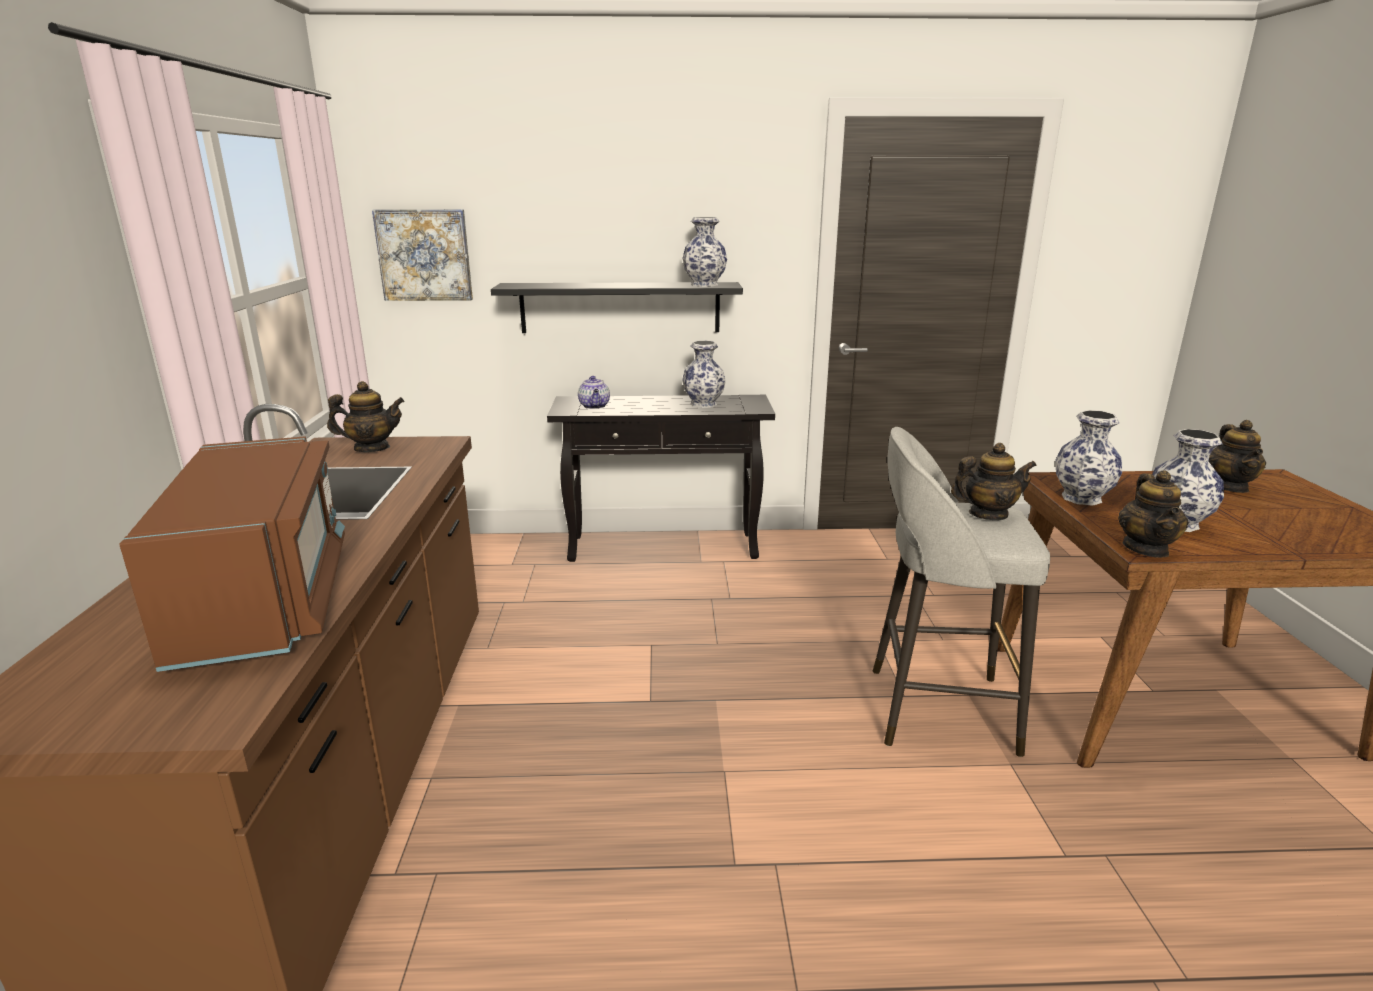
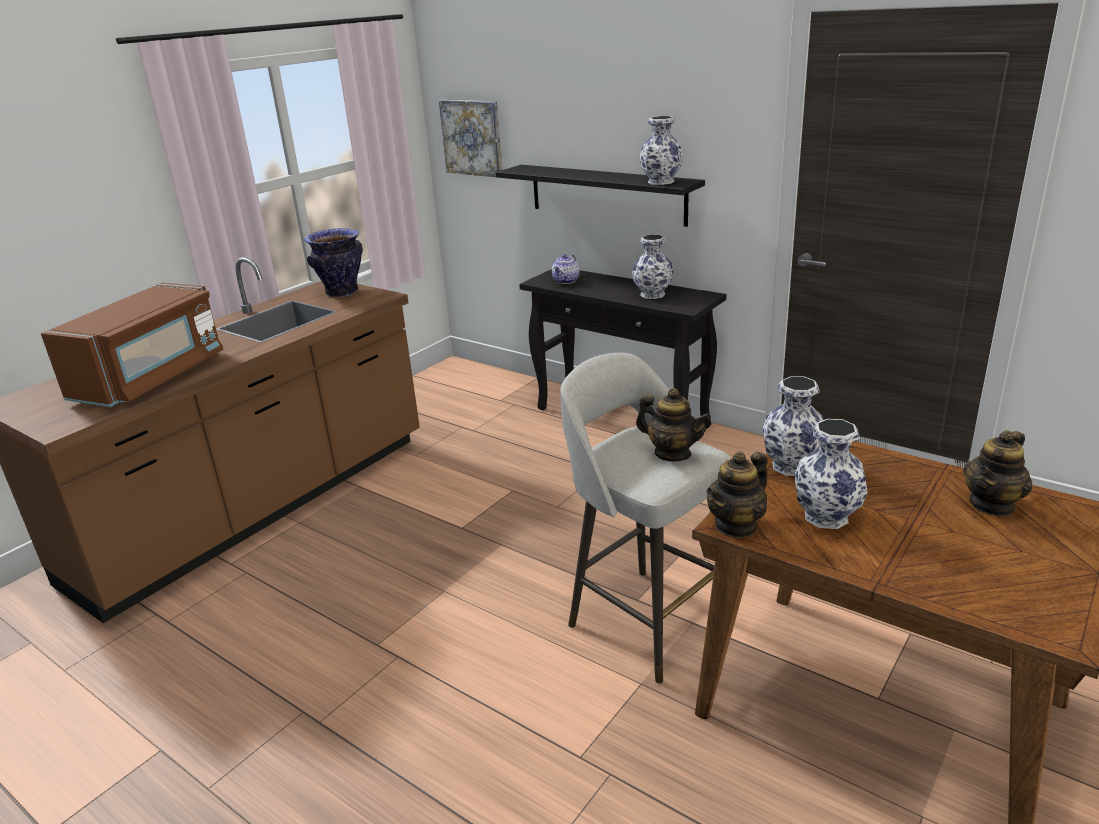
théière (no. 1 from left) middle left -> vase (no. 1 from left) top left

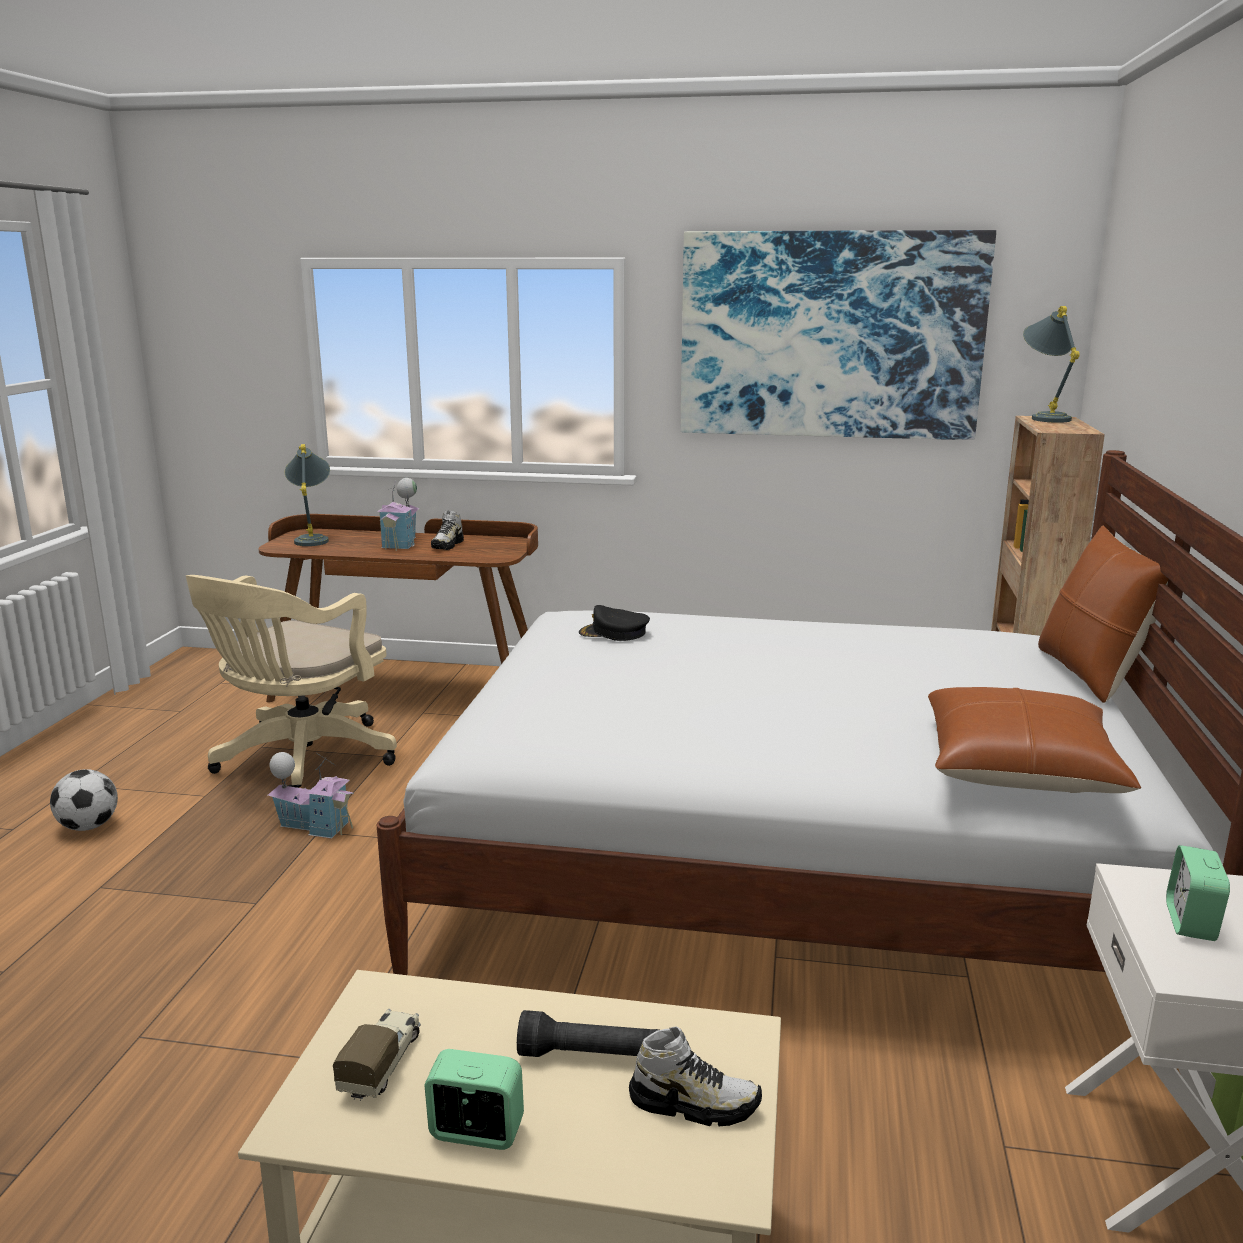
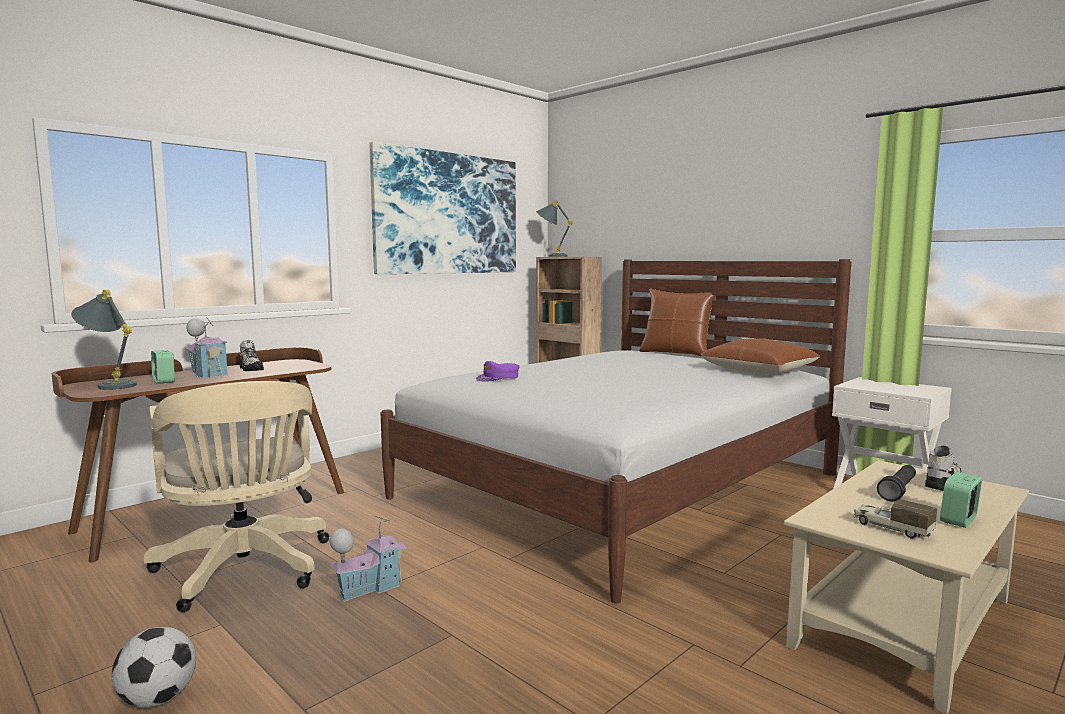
casquette/noir centre -> casquette/violet centre
réveil (no. 2 from left in the first image) bottom right -> réveil (no. 1 from left) middle left, relocated

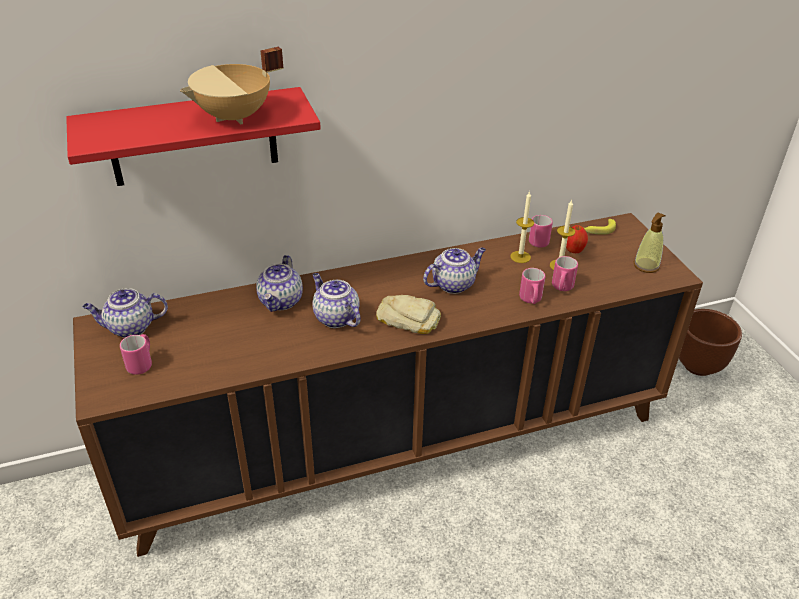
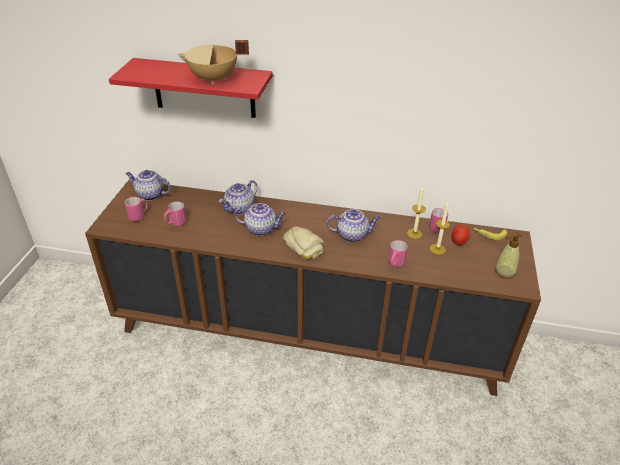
théière (no. 3 from left) centre, 105 degrees clockwise
mug/rose (no. 4 from left in the first image) middle right -> mug/rose (no. 2 from left) middle left, relocated
cache-pot/marron middle right -> none

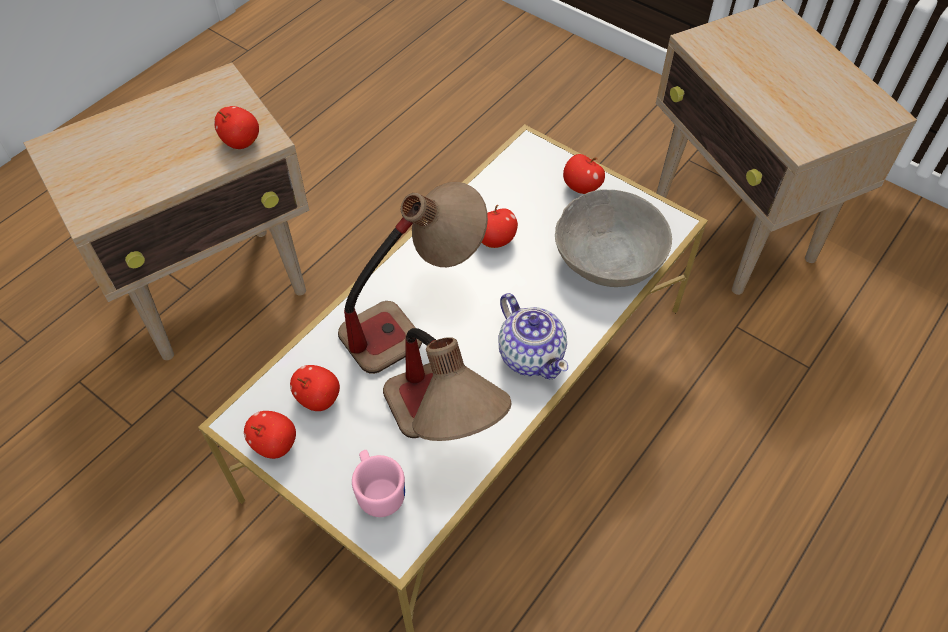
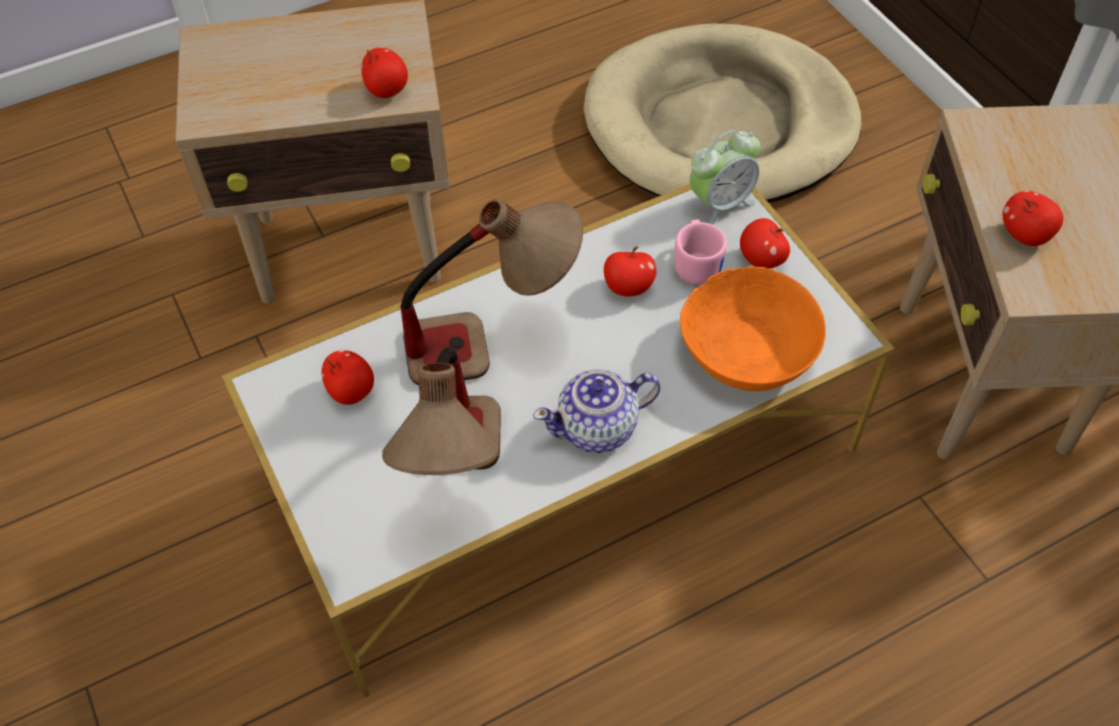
pomme (no. 2 from left in the first image) bottom left -> pomme (no. 5 from left) top right, relocated
mug/rose bottom centre -> mug/rose centre, relocated
théière centre, 75 degrees clockwise
bol/gris centre -> bol/orange middle right
none -> panier pour chien/beige top centre
none -> réveil top centre

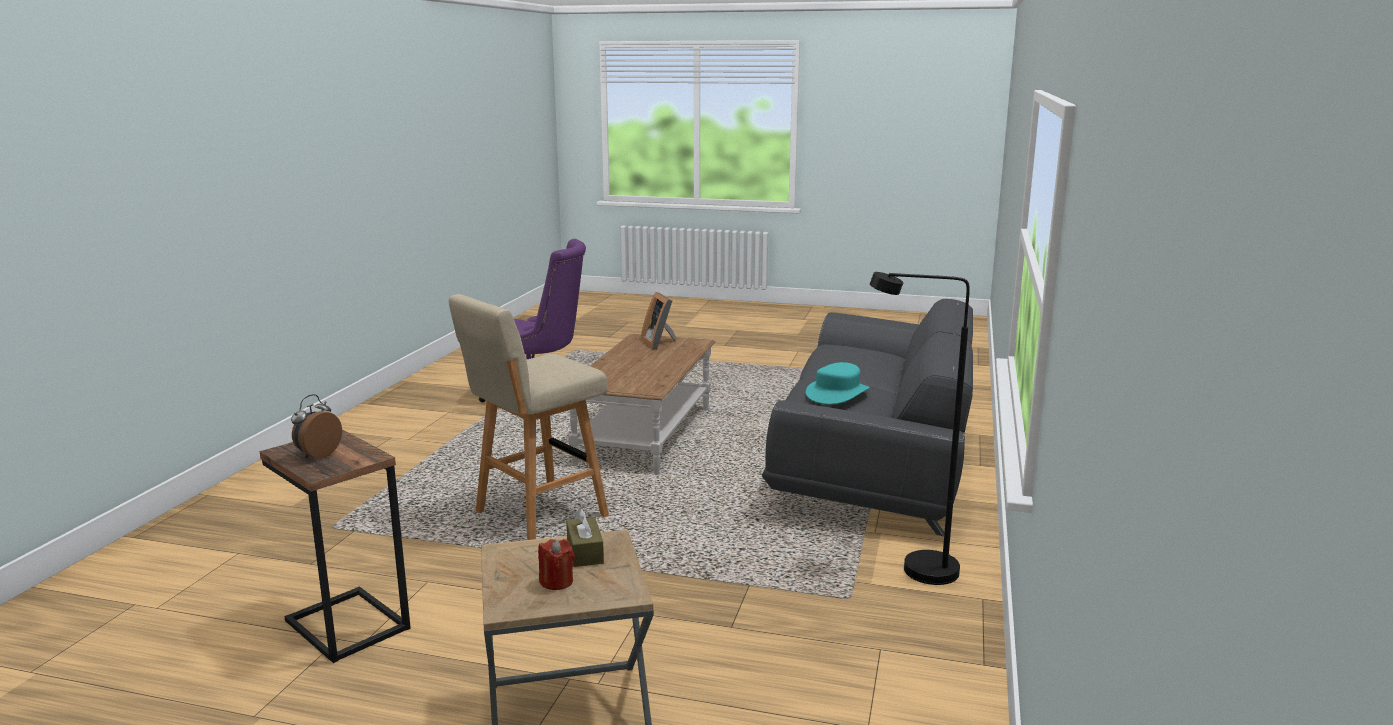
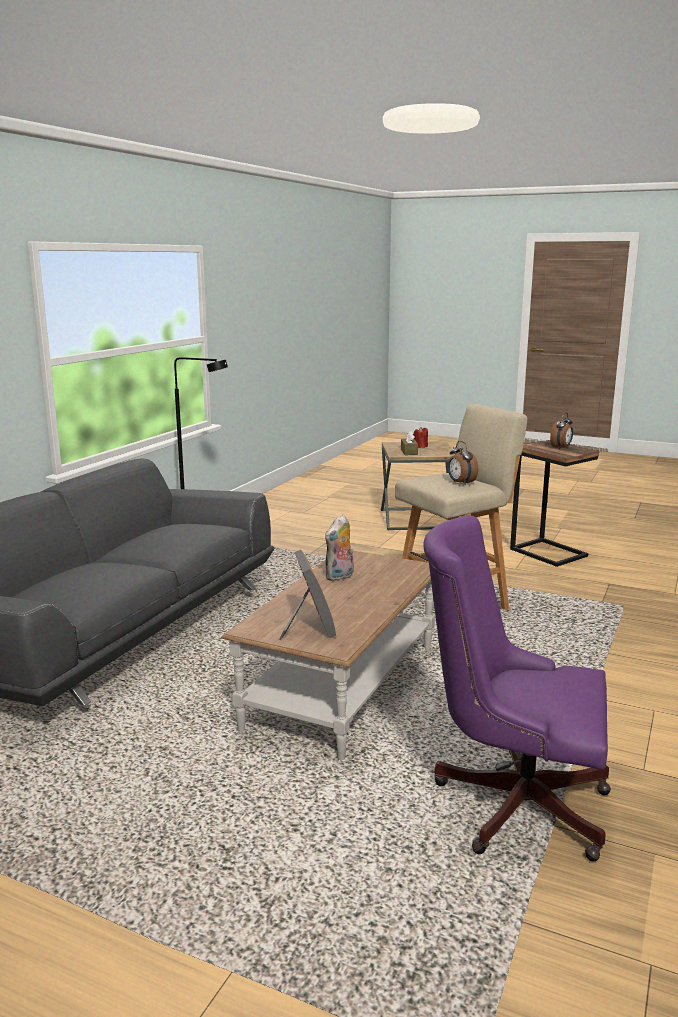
chapeau/turquoise centre -> none
none -> peluche centre
none -> réveil (no. 1 from left) middle right

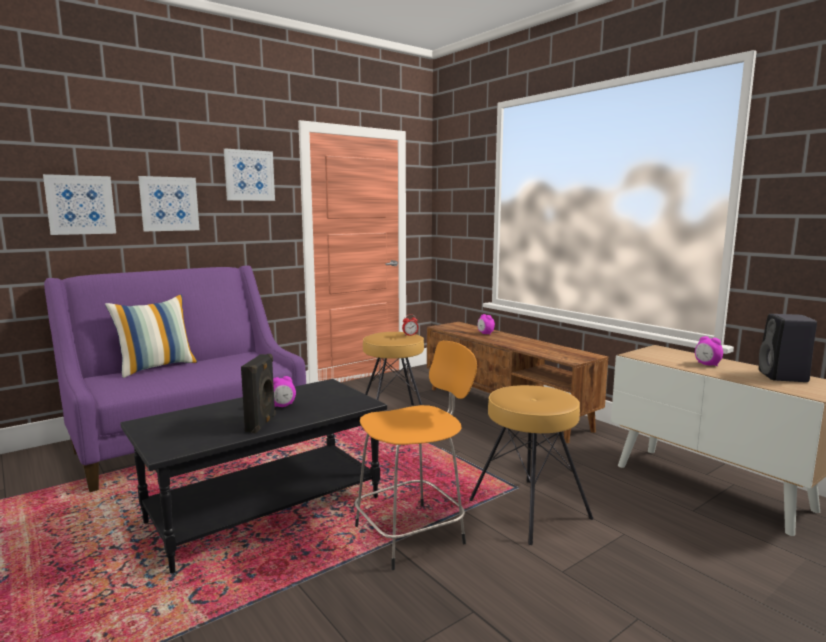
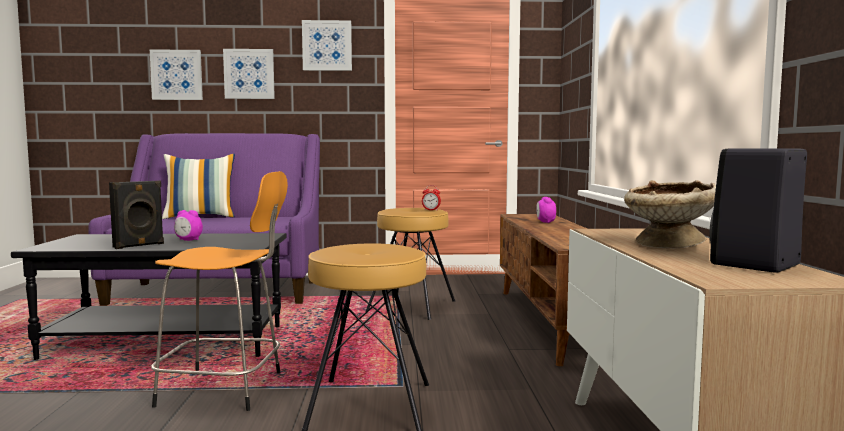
réveil (no. 4 from left) middle right -> bol/beige middle right

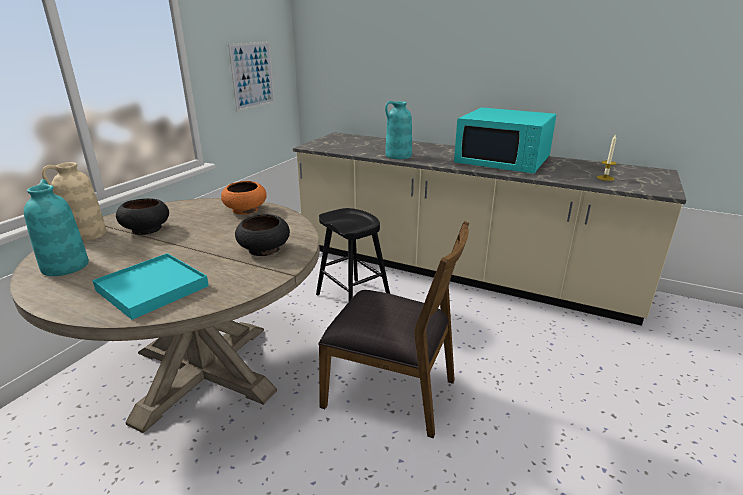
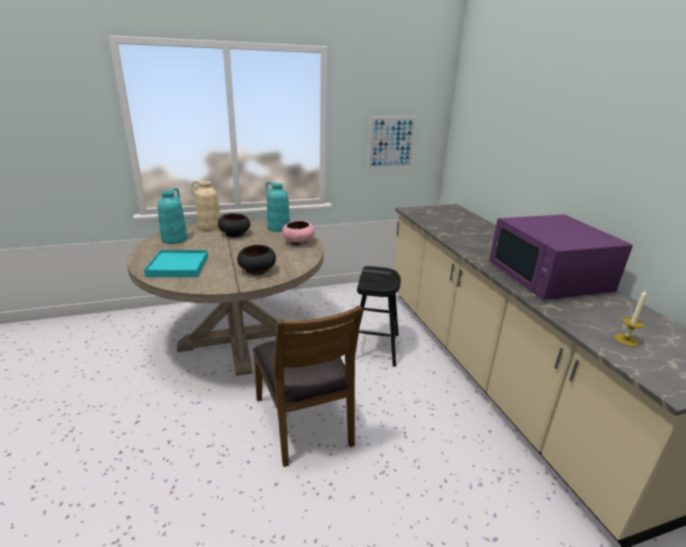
bol/orange middle left -> bol/rose centre
vase/turquoise (no. 2 from left) top centre -> vase/turquoise (no. 2 from left) centre, relocated
micro-ondes/turquoise top right -> micro-ondes/violet middle right

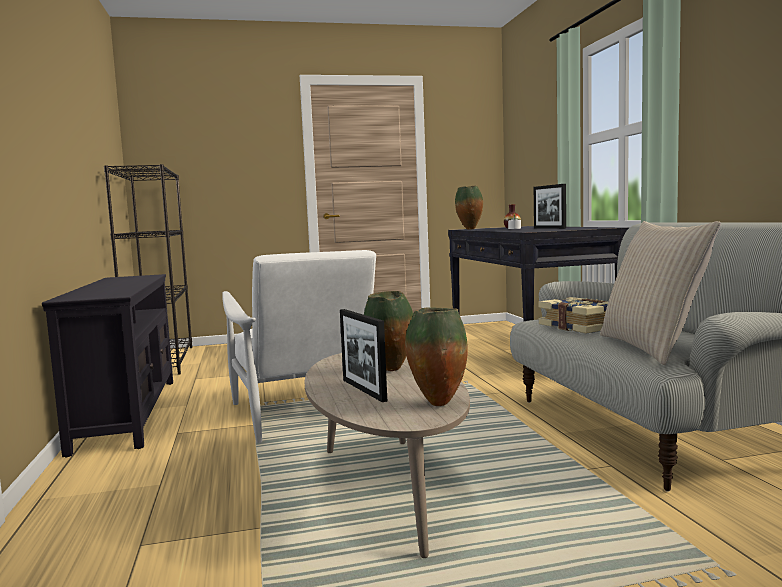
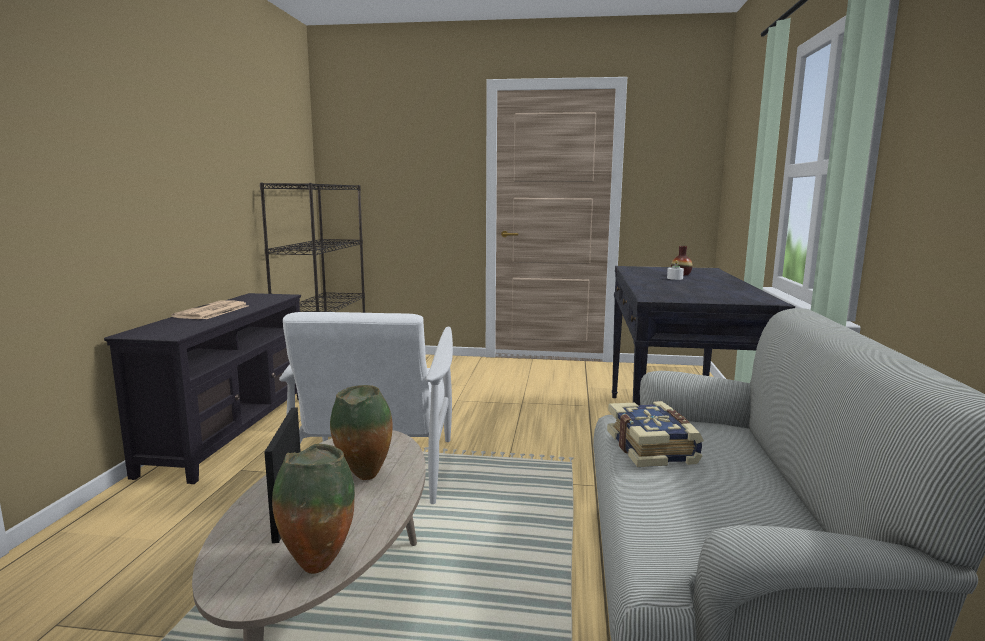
vase (no. 3 from left) centre -> none
cadre photo (no. 2 from left) middle right -> none
coussin/beige middle right -> none
none -> journal middle left

